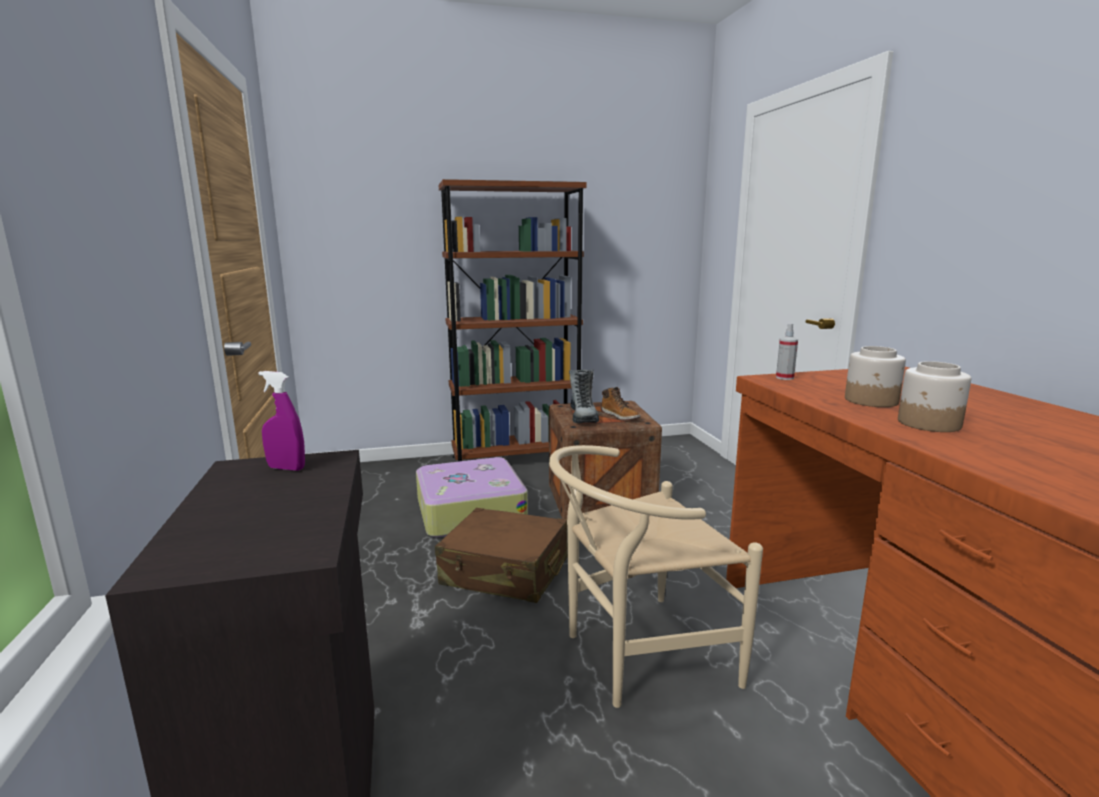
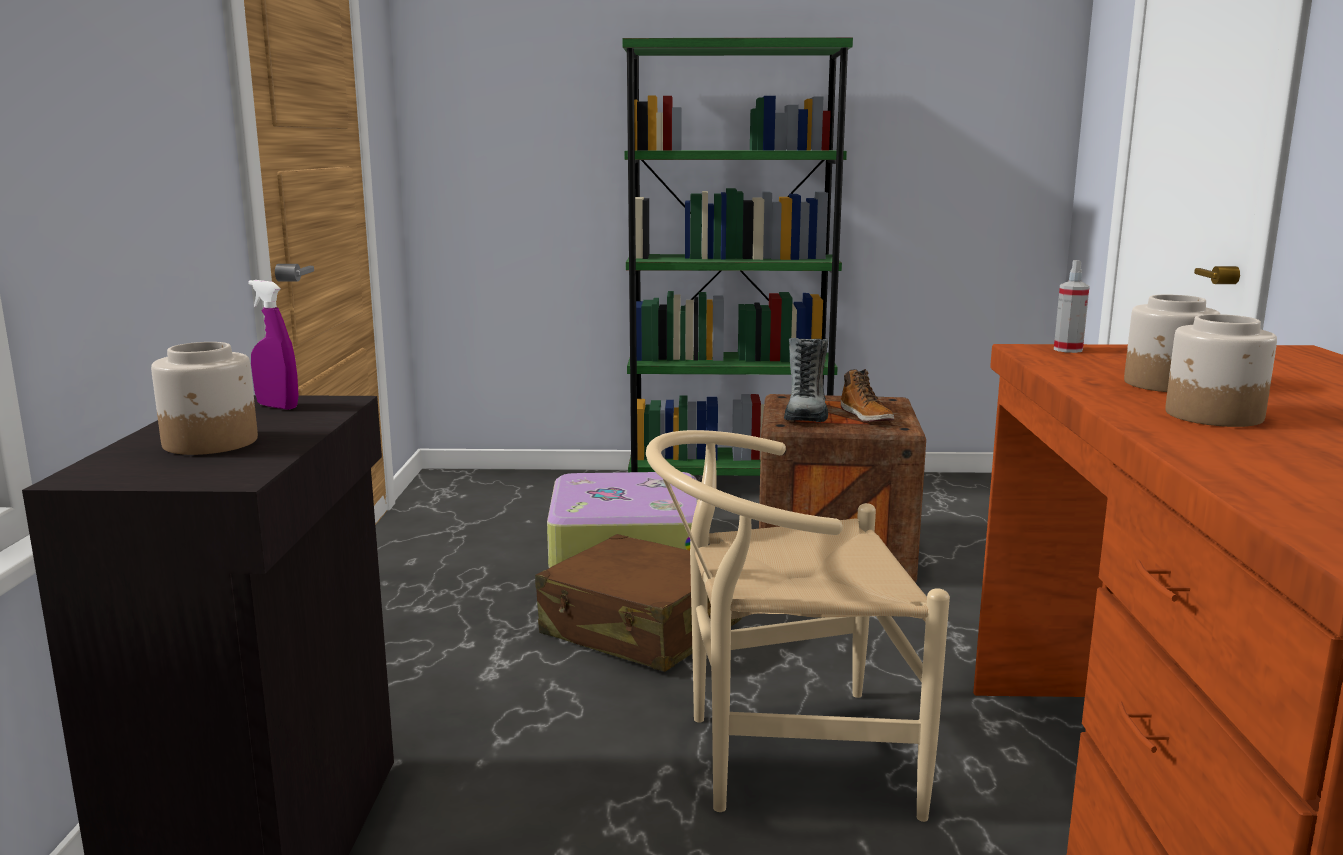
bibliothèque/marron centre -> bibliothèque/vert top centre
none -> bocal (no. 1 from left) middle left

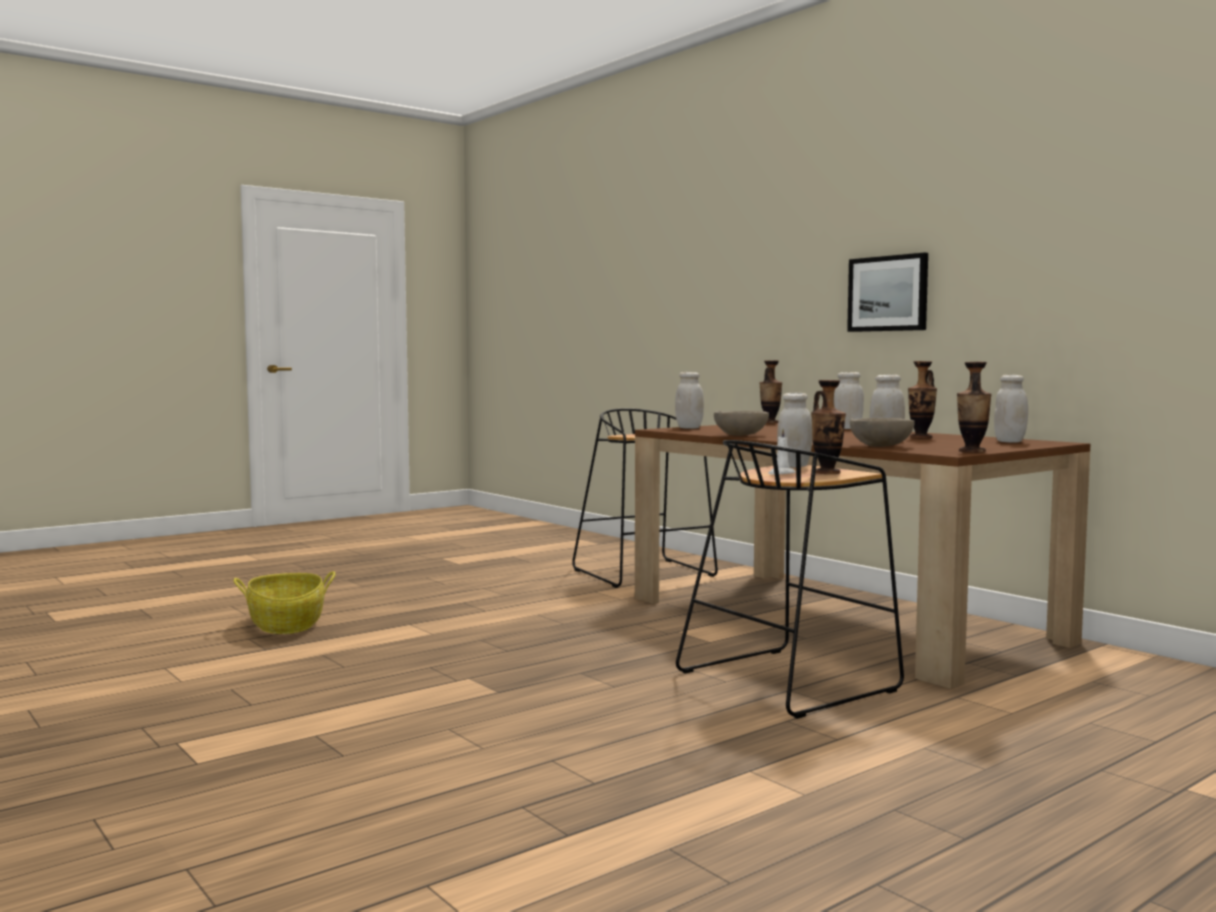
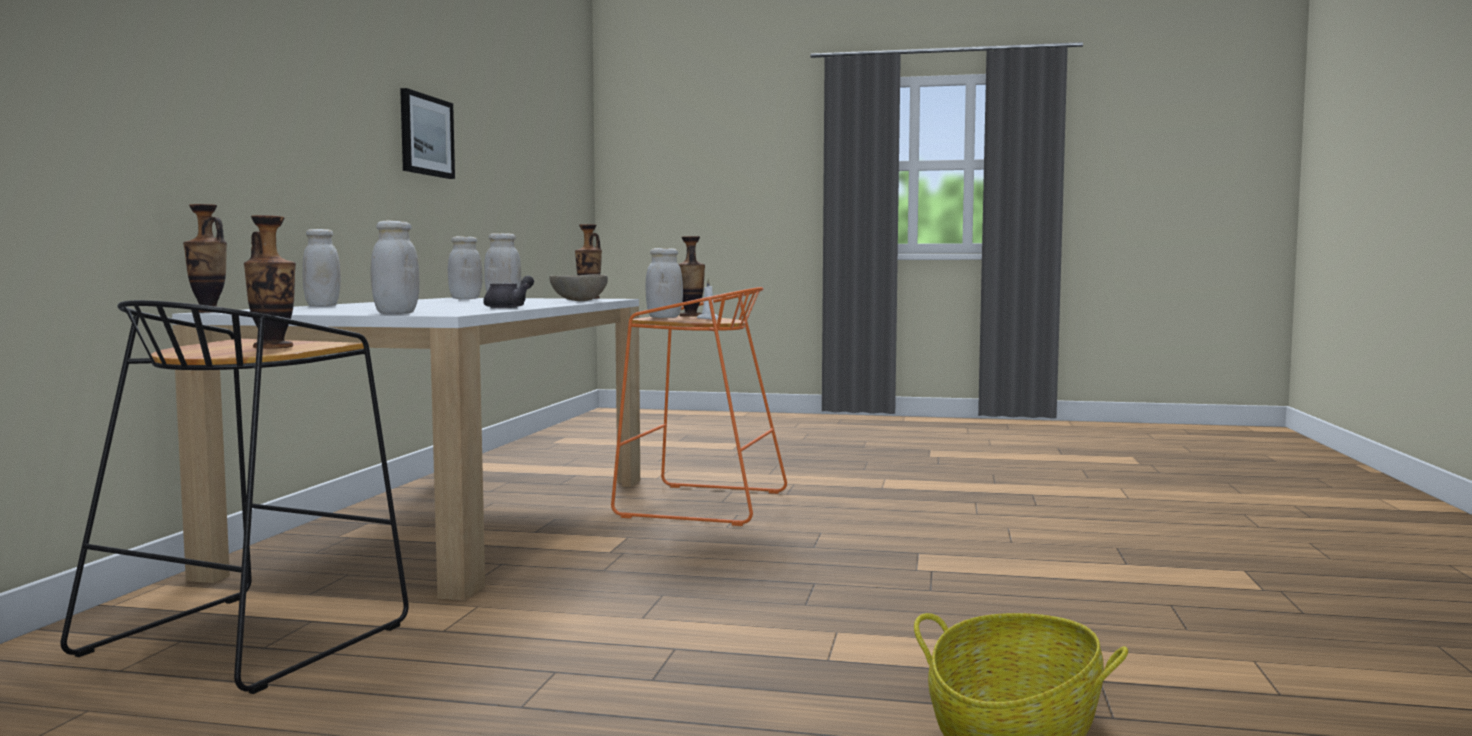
table à manger/marron middle right -> table à manger/blanc middle left
tabouret/noir (no. 2 from left) centre -> tabouret/orange centre
bol/beige (no. 1 from left) centre -> théière/gris centre
tableau top right -> tableau top left, relocated
vase (no. 3 from left in the first image) middle right -> vase (no. 2 from left) middle left, relocated

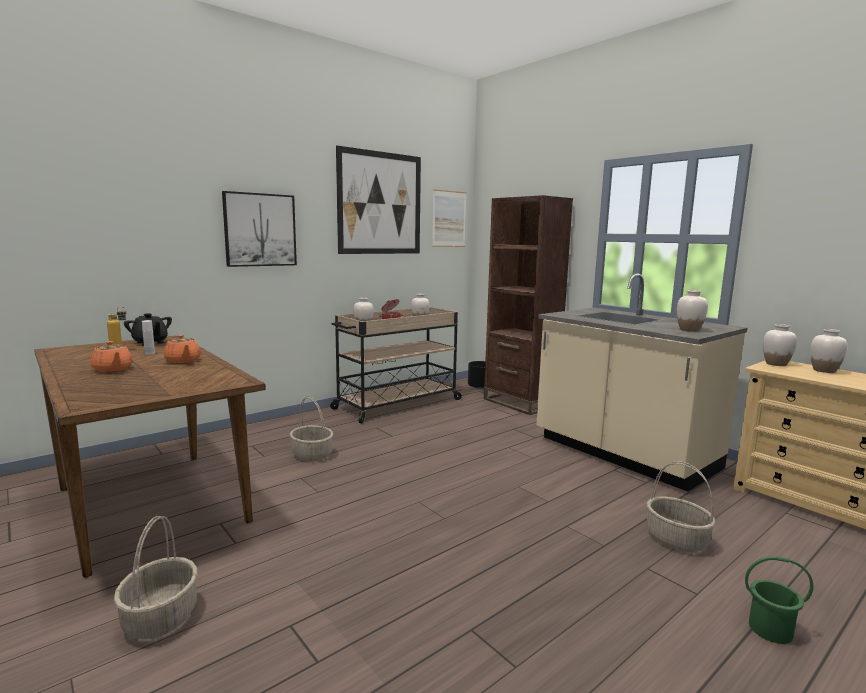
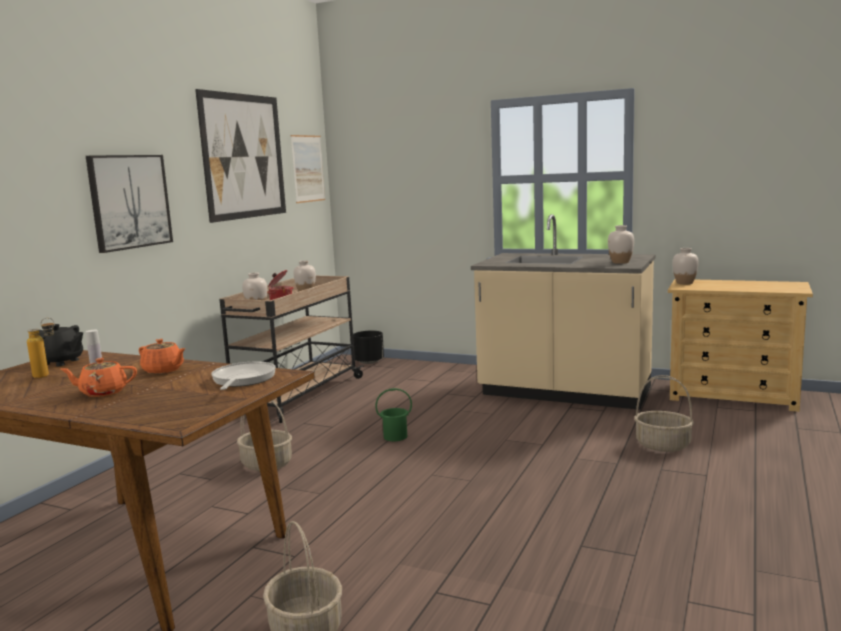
théière/orange (no. 1 from left) middle left, 150 degrees clockwise
bibliothèque/marron centre -> none
seau/vert bottom right -> seau/vert centre, relocated
vase/blanc (no. 5 from left) middle right -> none
none -> poêle middle left

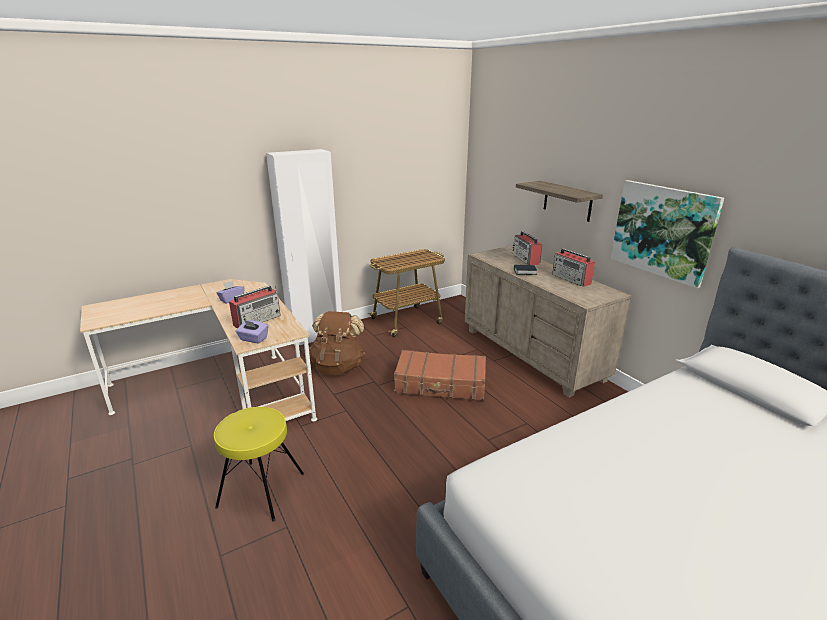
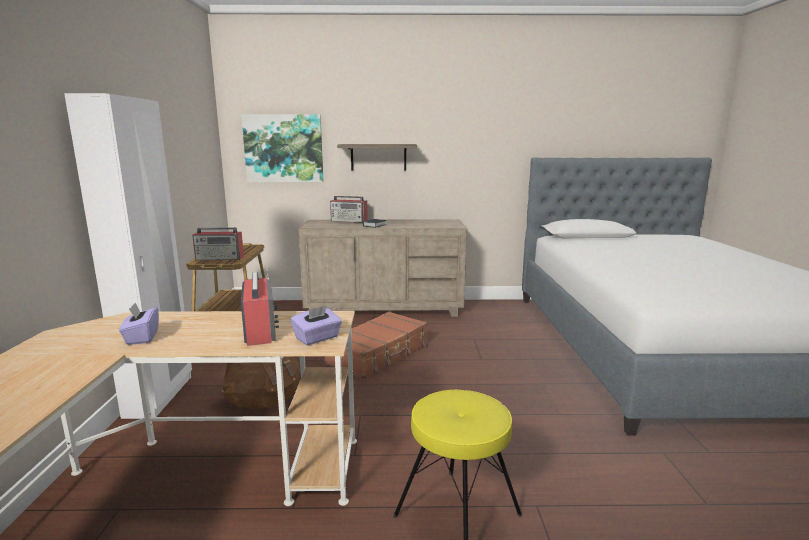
radio (no. 3 from left in the first image) middle right -> radio (no. 1 from left) middle left, relocated
tableau middle right -> tableau top centre, relocated

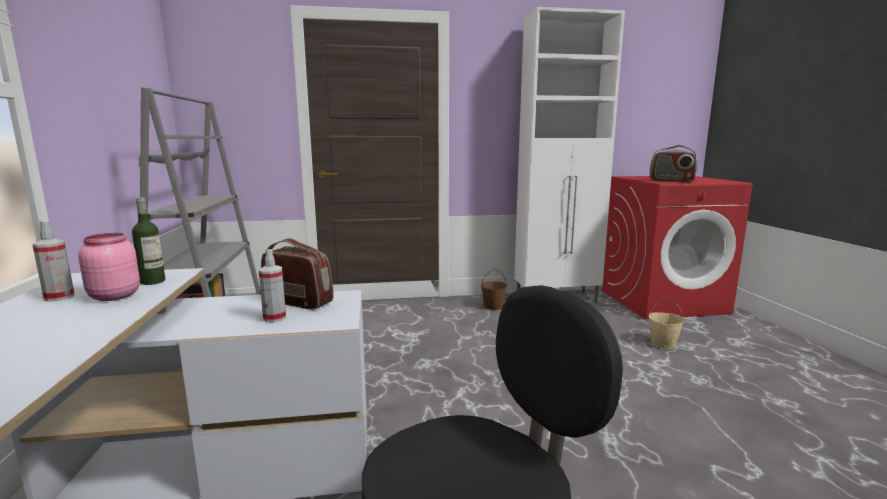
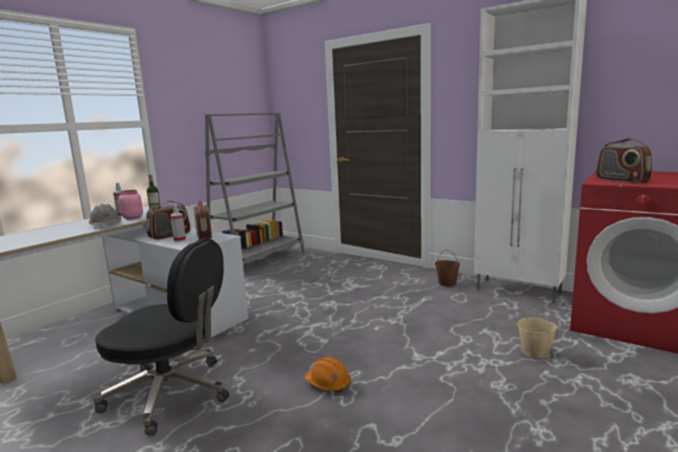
none -> casque de chantier/gris middle left
none -> radio (no. 1 from left) middle left
none -> casque de chantier/orange bottom centre

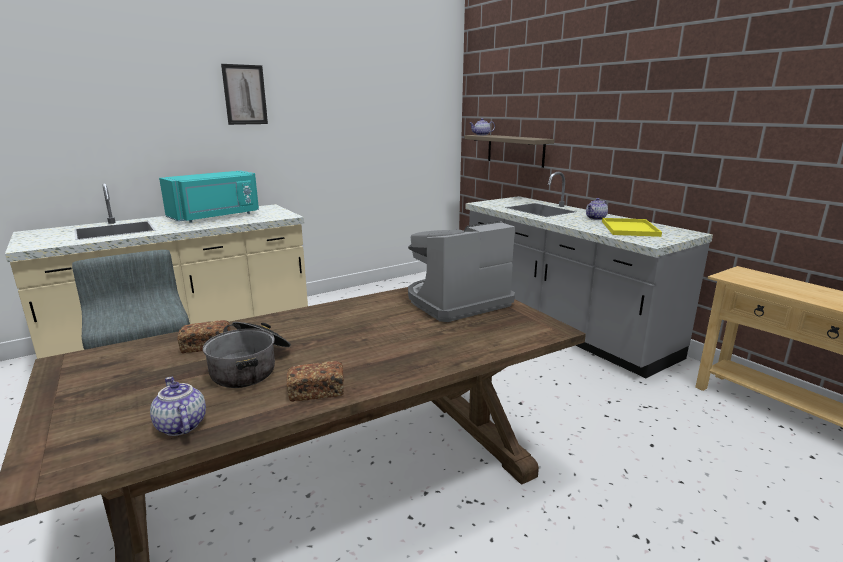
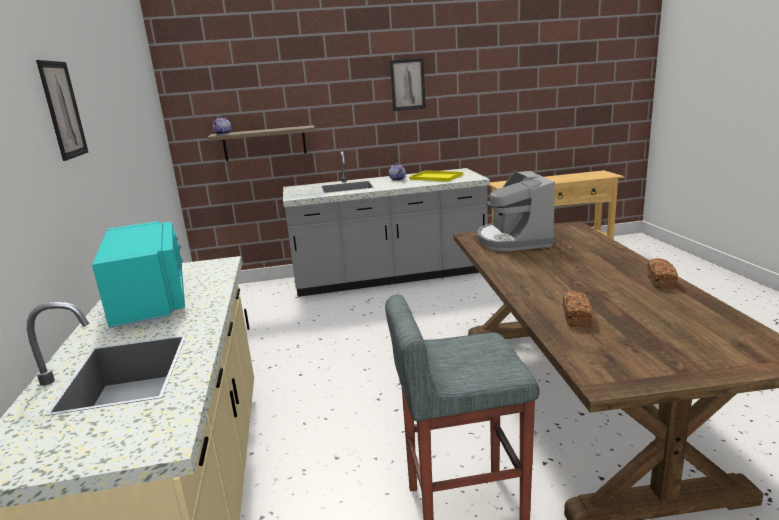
théière (no. 1 from left) bottom left -> none
marmite middle left -> none
none -> tableau (no. 2 from left) top centre

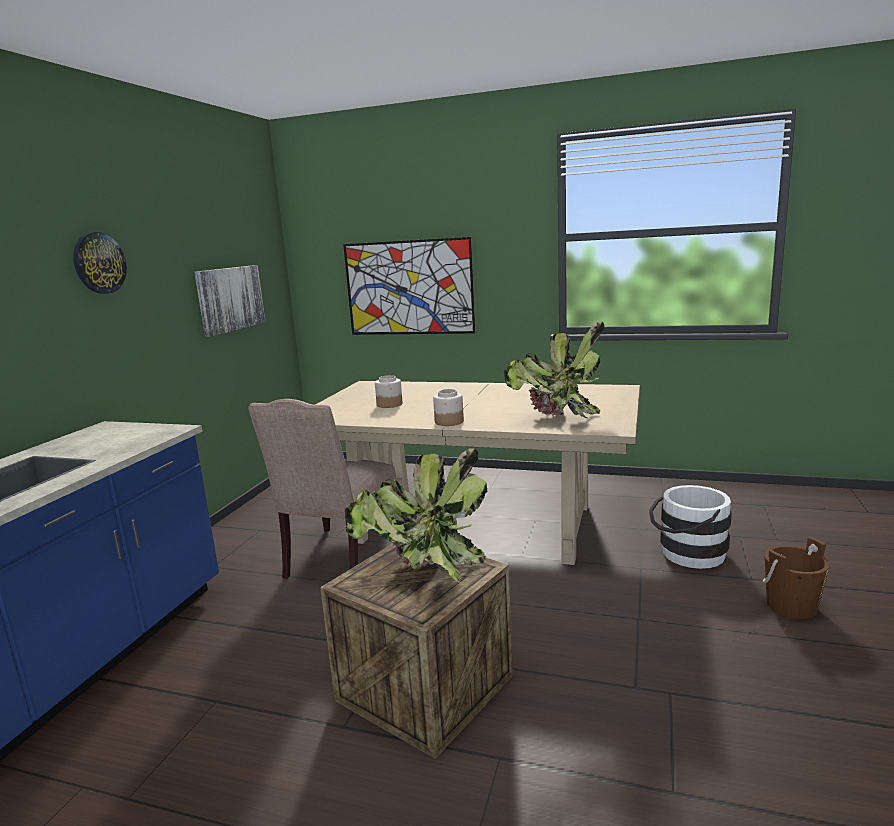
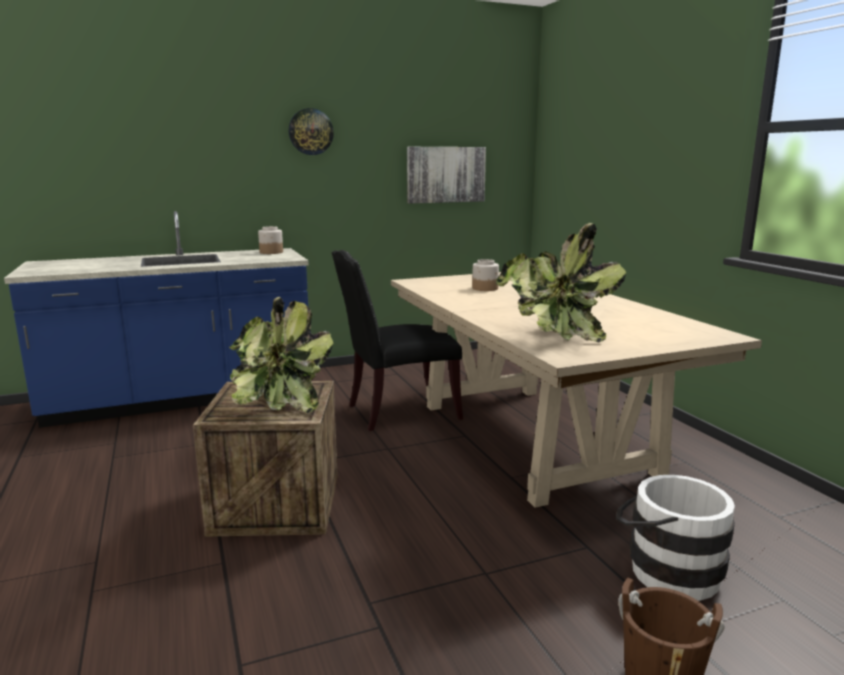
chaise/beige centre -> chaise/noir centre
tableau (no. 2 from left) centre -> none
bocal (no. 2 from left in the first image) centre -> bocal (no. 1 from left) middle left, relocated

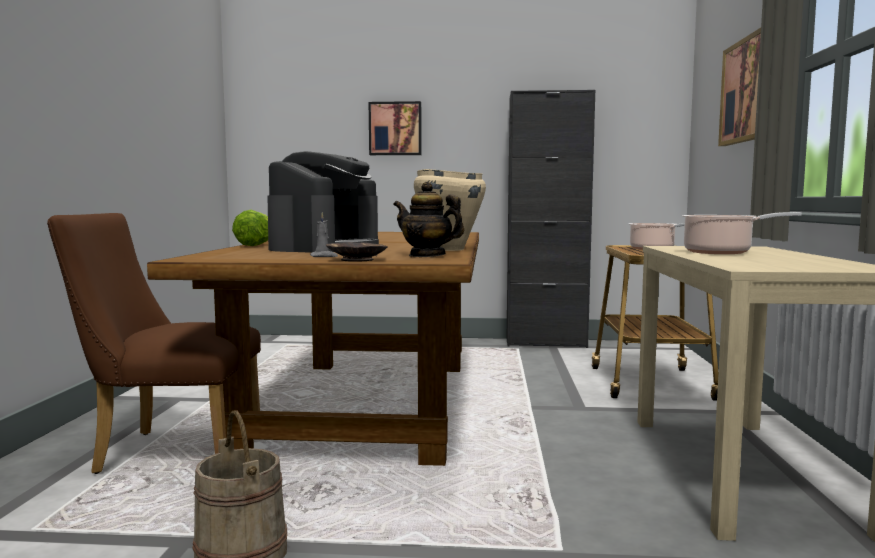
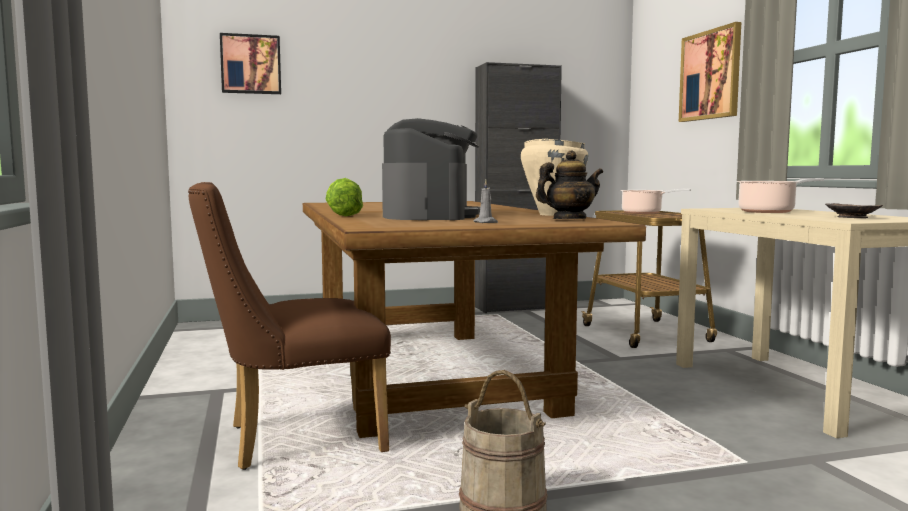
bol/marron centre -> bol/marron middle right, relocated
tableau (no. 1 from left) top centre -> tableau (no. 1 from left) top left, relocated
théière centre, 150 degrees clockwise

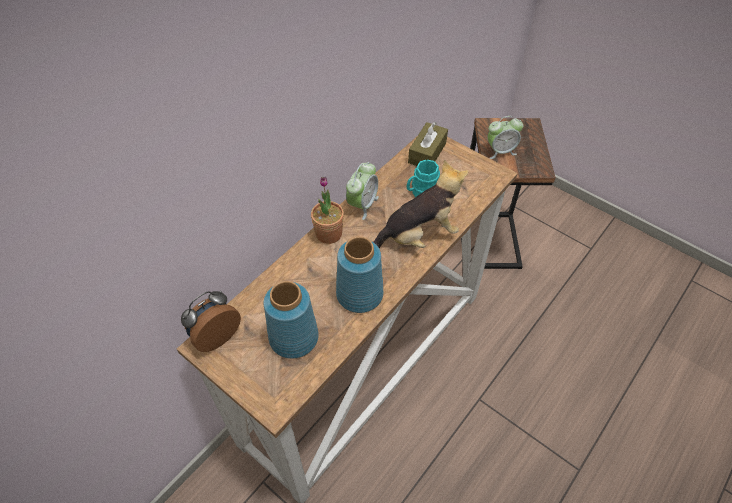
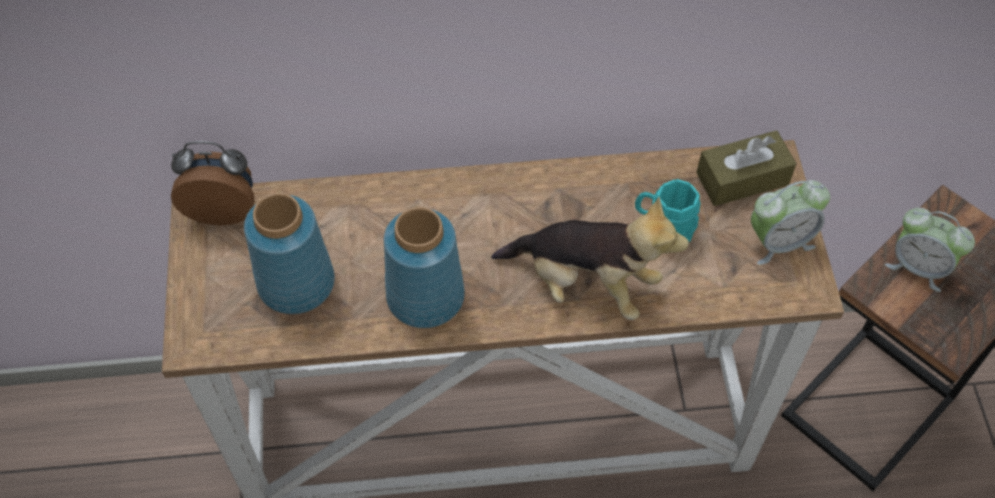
plante en pot centre -> none
réveil (no. 2 from left) centre -> réveil (no. 2 from left) middle right, relocated

